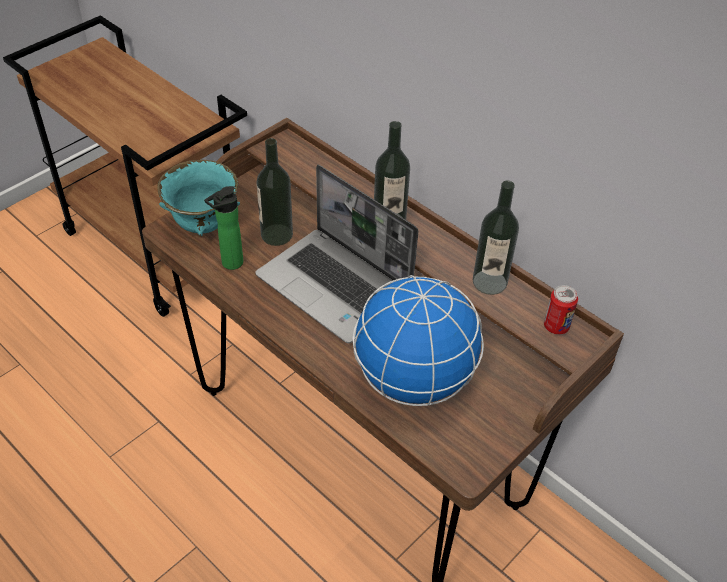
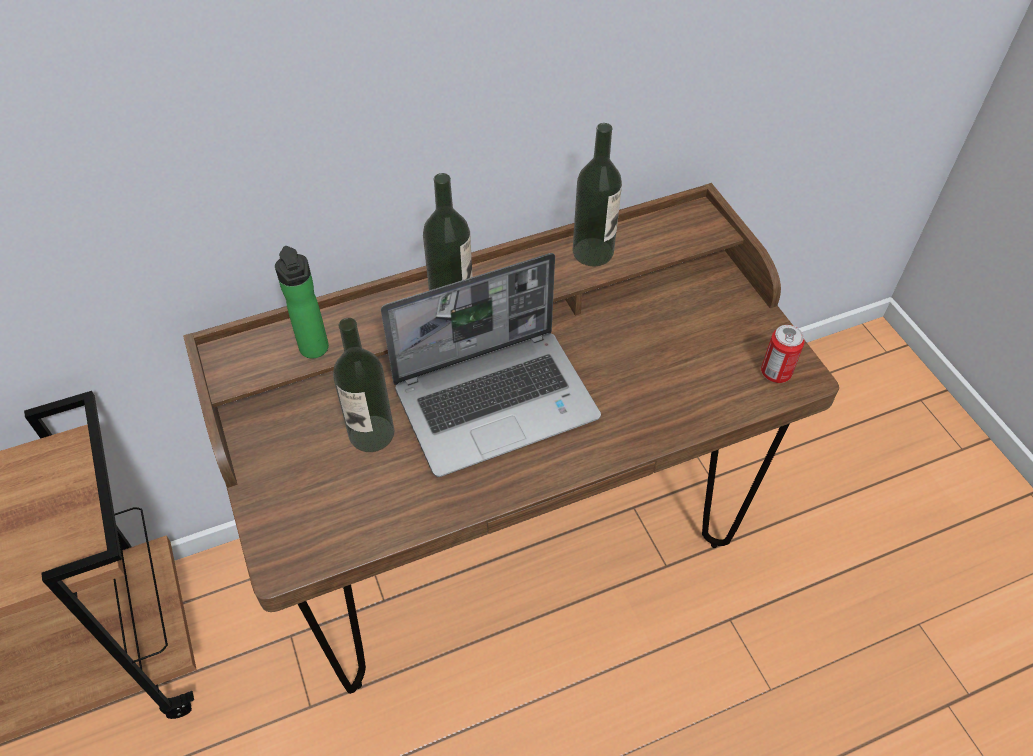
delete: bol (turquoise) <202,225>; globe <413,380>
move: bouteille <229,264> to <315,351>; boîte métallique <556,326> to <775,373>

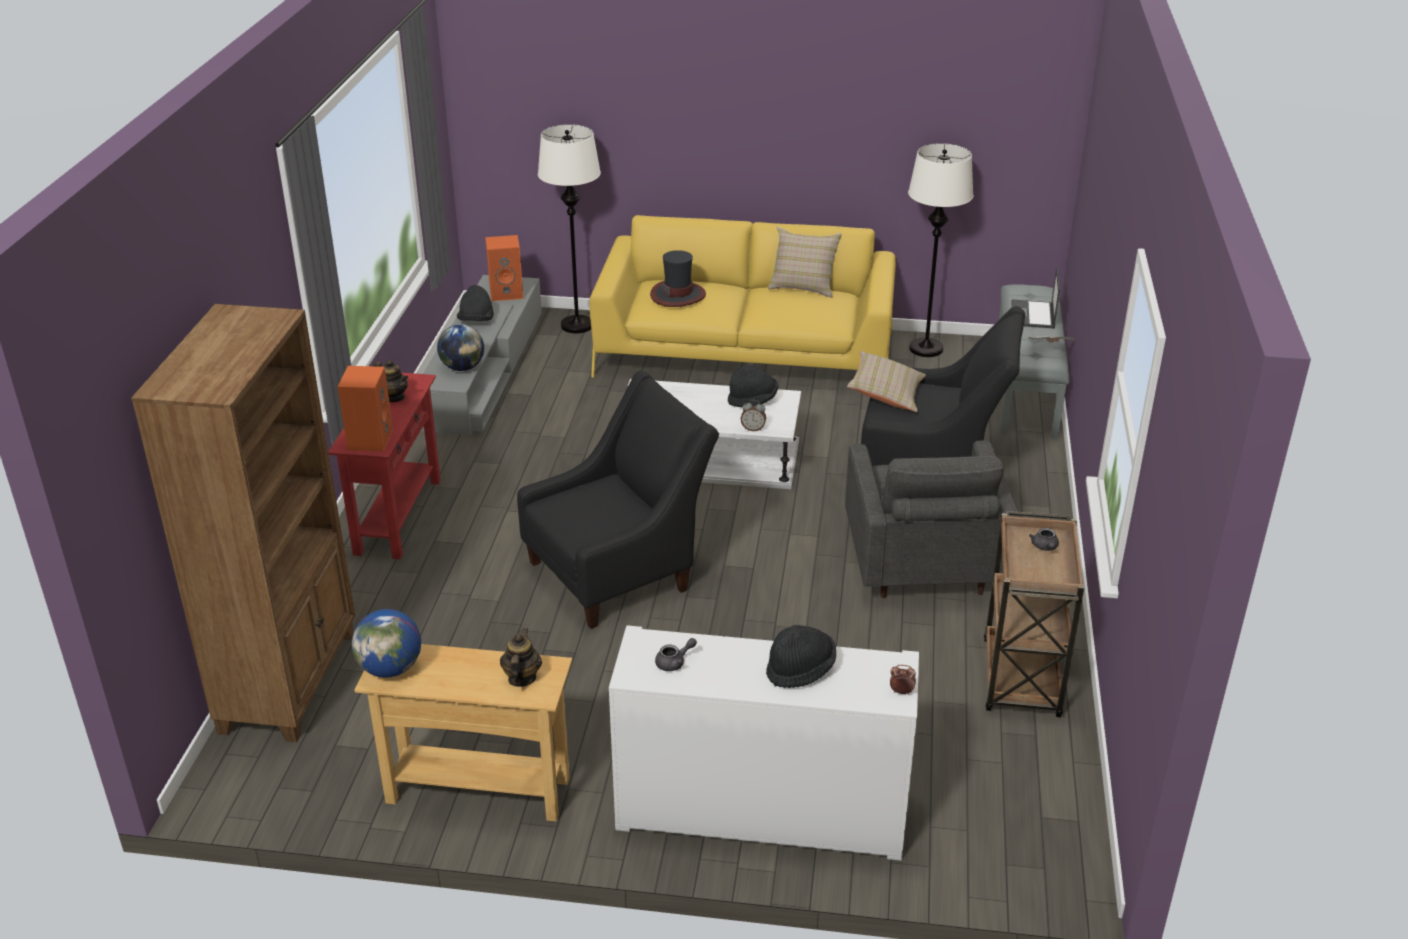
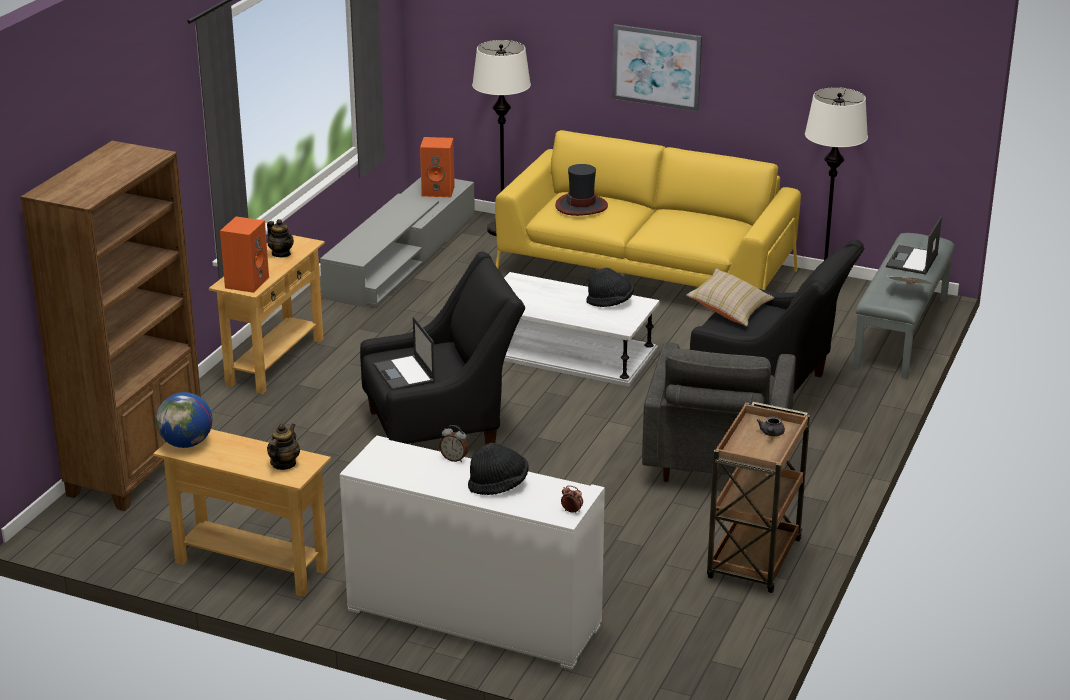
delete: globe <462,367>; chapeau (noir) <476,321>; théière (gris) <674,663>; coussin (beige) <803,286>
insert: ordinateur portable <404,374>; tableau <656,67>
move: réveil <753,429> to <454,459>
recolor: table console (rouge) <398,516> to table console (beige) <275,362>

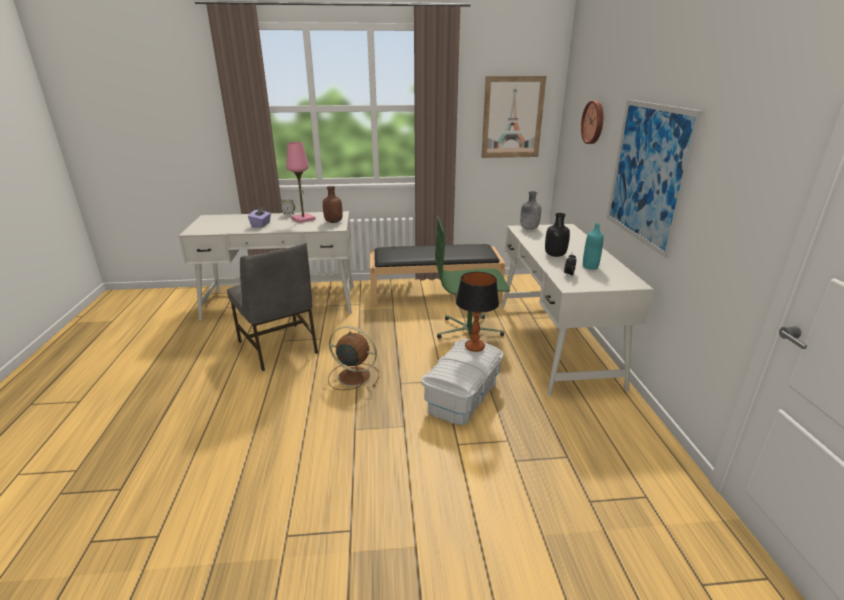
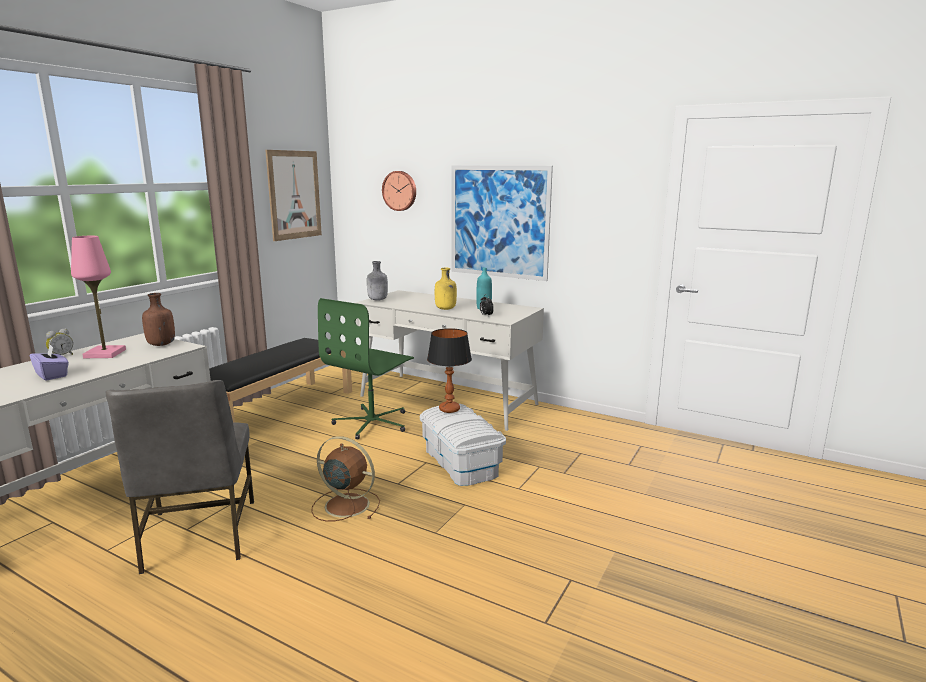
recolor: bouteille (noir) <554,255> to bouteille (jaune) <445,309>
rotate: chaise (gris) <279,347> = <198,536> 75 degrees clockwise; ventilateur (marron) <353,376> = <345,505> 60 degrees clockwise

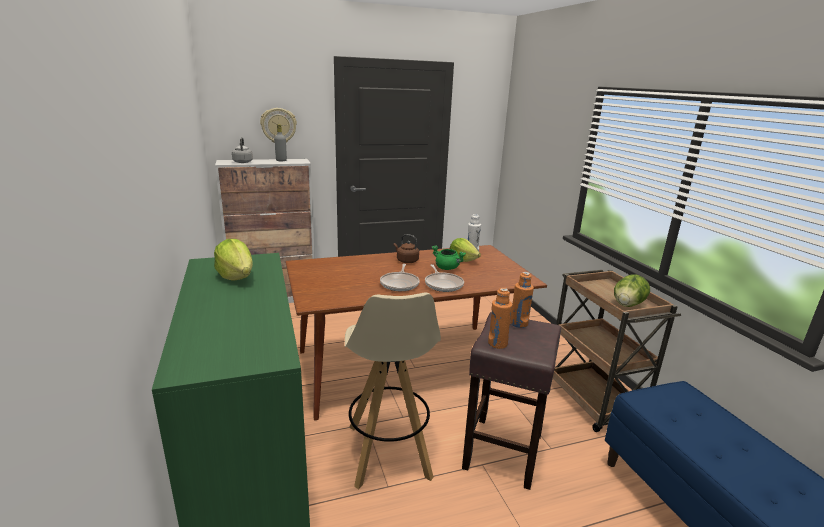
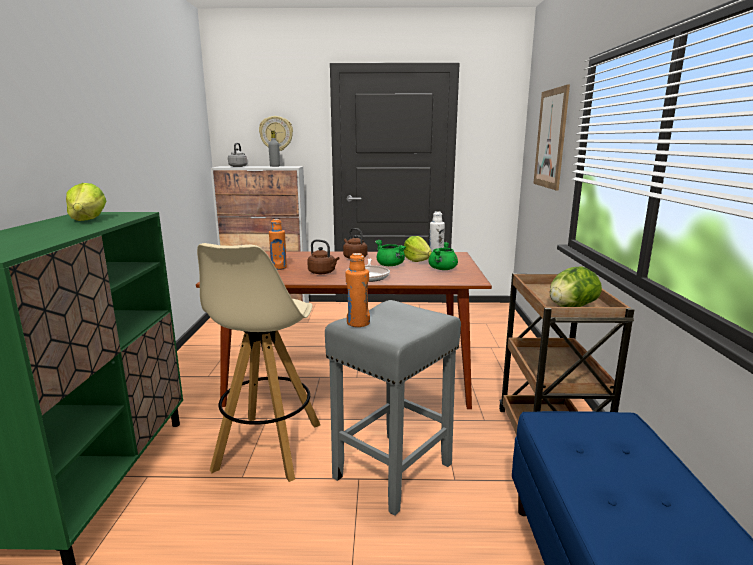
insert: marmite (vert) <442,269>; tableau <551,139>
move: bouteille (orange) <519,324> to <279,268>
replace: poêle <400,284> to bouilloire (marron) <323,273>
recolor: tabouret (marron) <503,452> to tabouret (gris) <392,472>

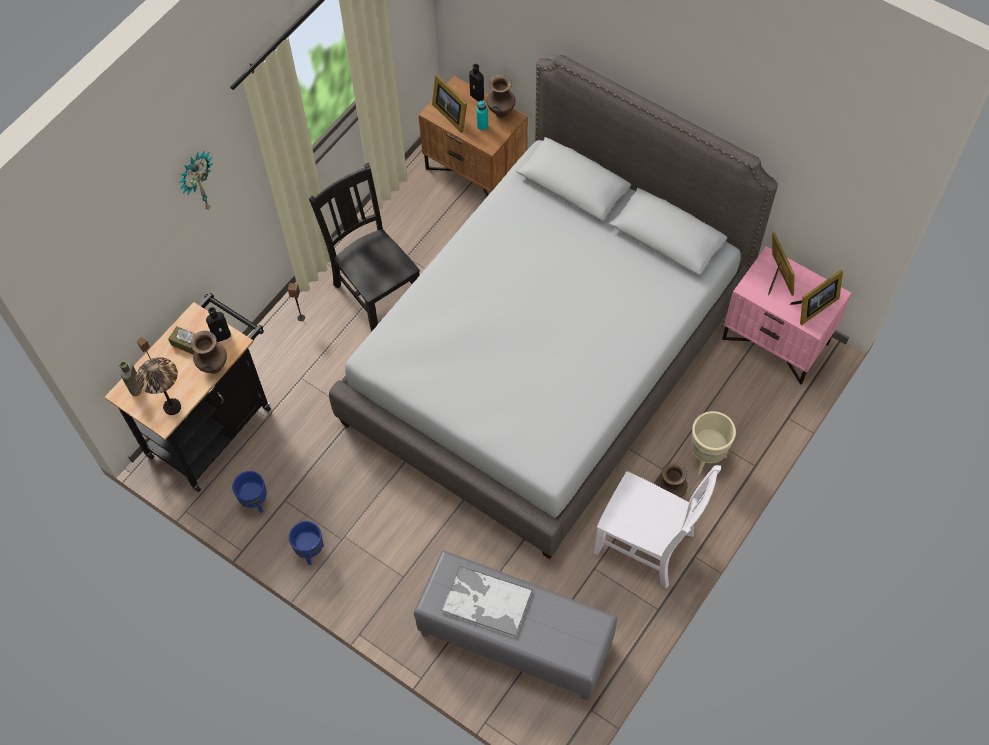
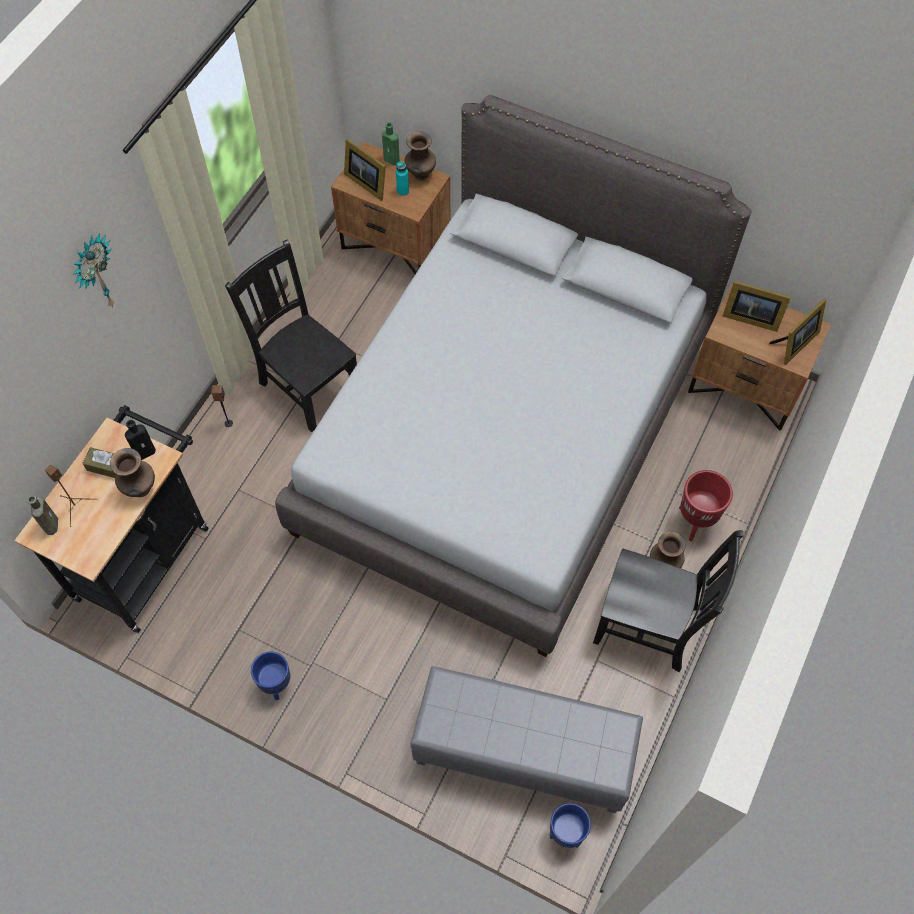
delete: lampe de table <173,407>; plateau <486,601>
move: cache-pot (bleu) <255,502> to <565,833>
recolor: bouteille (noir) <477,96> to bouteille (vert) <392,160>; chaise (blanc) <647,544> to chaise (noir) <649,626>; cache-pot (beige) <706,458> to cache-pot (rouge) <696,522>; table de chevet (rose) <776,340> to table de chevet (marron) <745,387>
rotate: cadre photo <777,277> = <749,317> 135 degrees clockwise

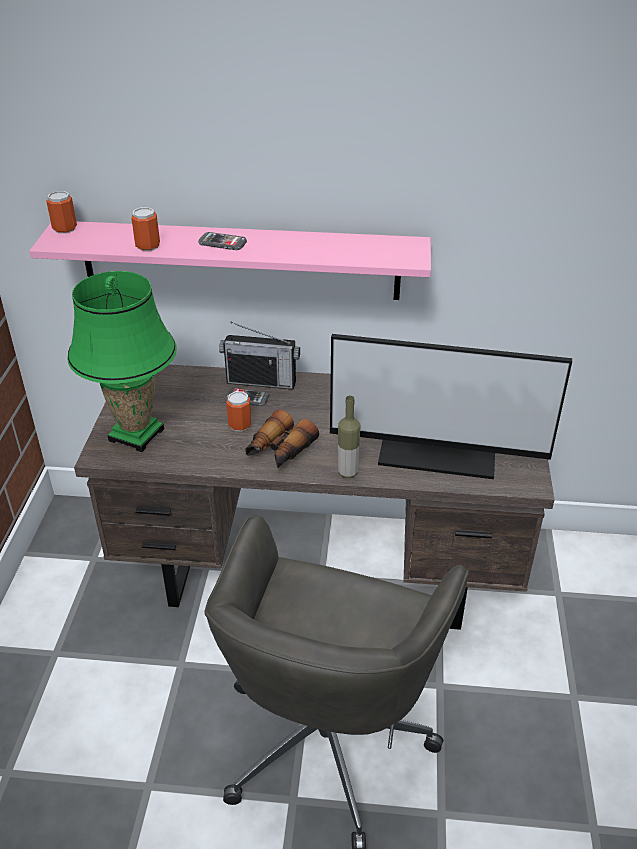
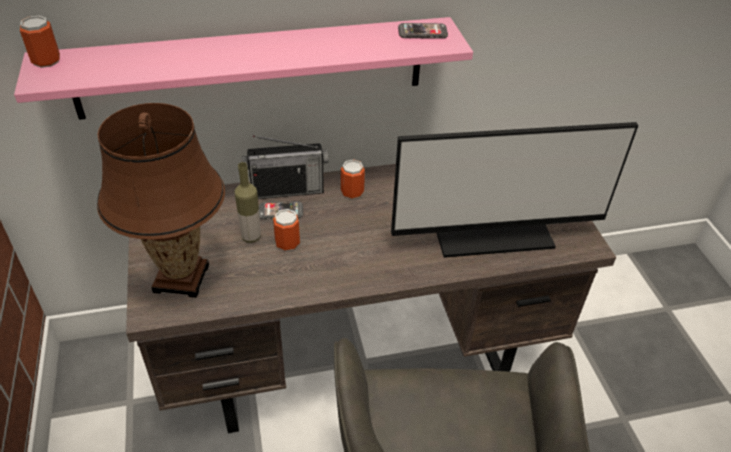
delete: jumelles <279,450>
move: boîte métallique <148,246> to <352,192>; téléphone <222,243> to <422,33>; bouteille <347,473> to <251,237>
recolor: lampe de table (vert) <136,434> to lampe de table (marron) <181,278>

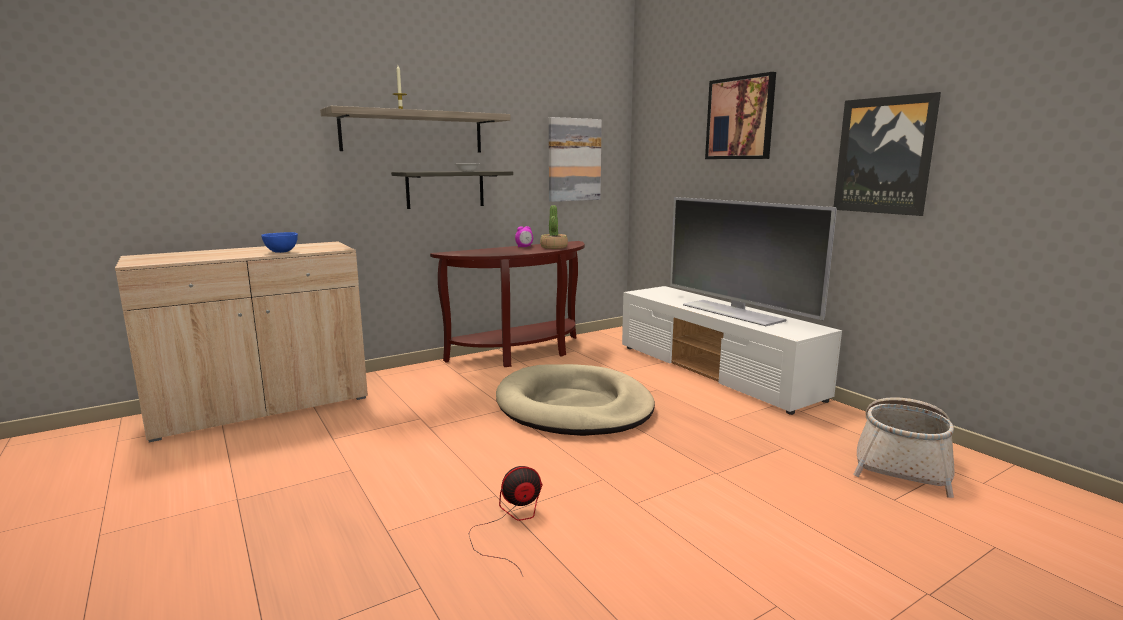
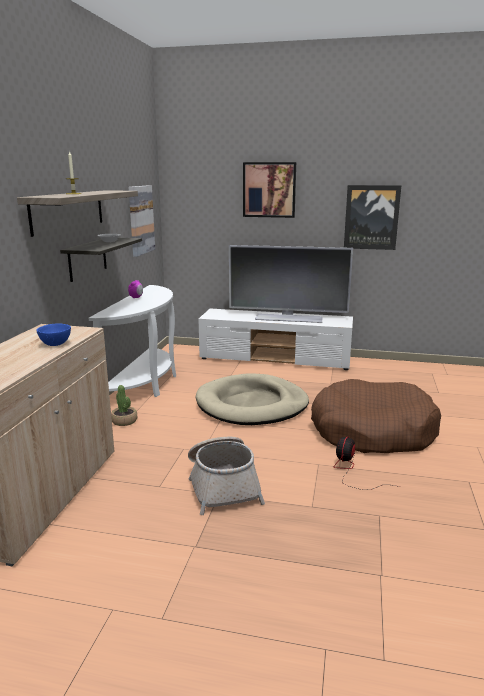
insert: panier pour chien (marron) <372,431>
move: plante en pot <554,247> to <124,421>; panier <902,462> to <222,485>
recolor: table console (marron) <522,353> to table console (blanc) <146,384>

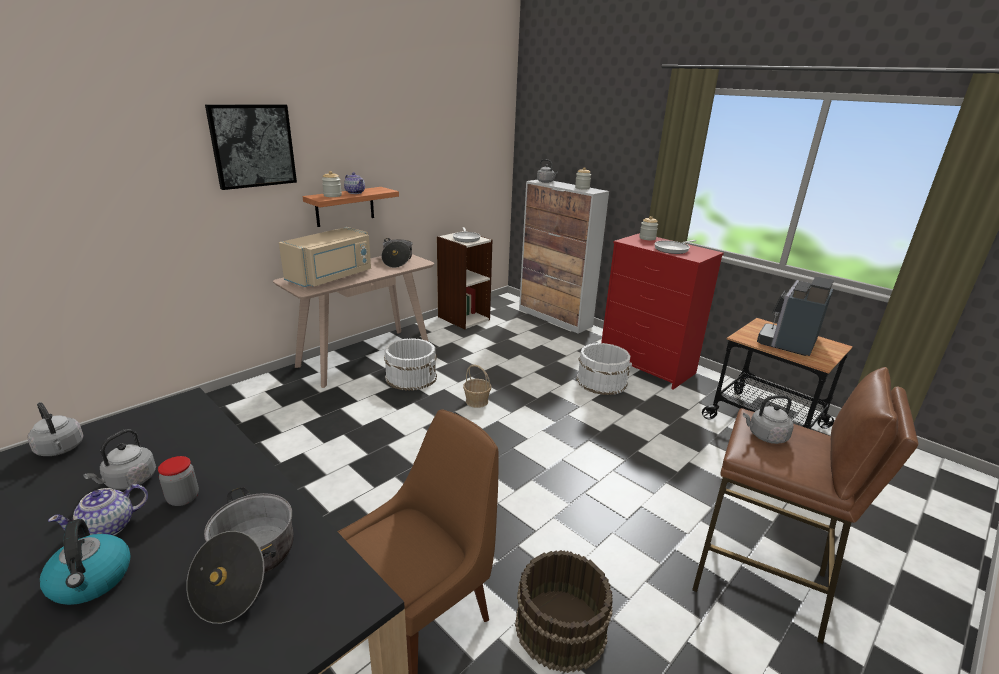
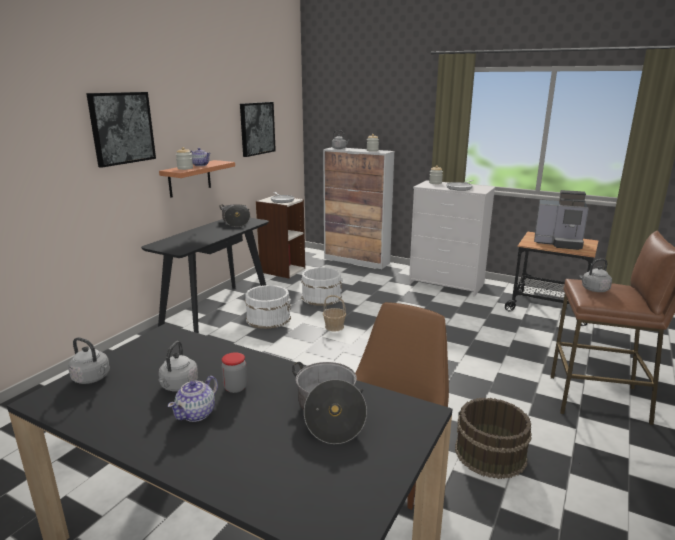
delete: bouilloire <92,580>; micro-ondes (beige) <332,277>
insert: tableau <257,128>
move: seau (blanc) <601,381> to <321,297>
recolor: table console (beige) <365,356> to table console (noir) <216,309>; commode (rouge) <647,366> to commode (blanc) <447,284>
rotate: machine à café <789,342> = <559,243> 90 degrees counterclockwise

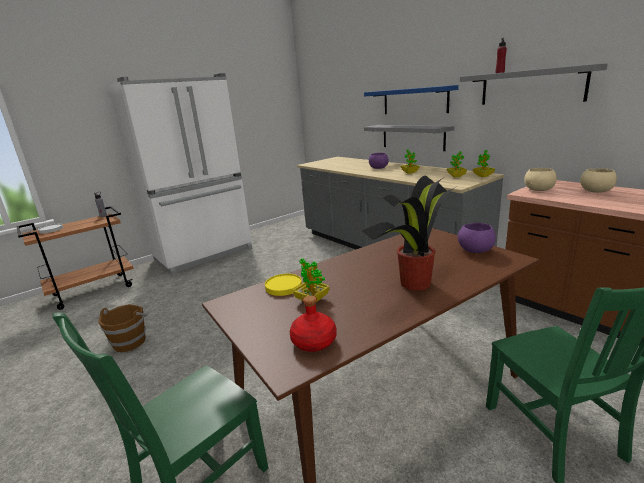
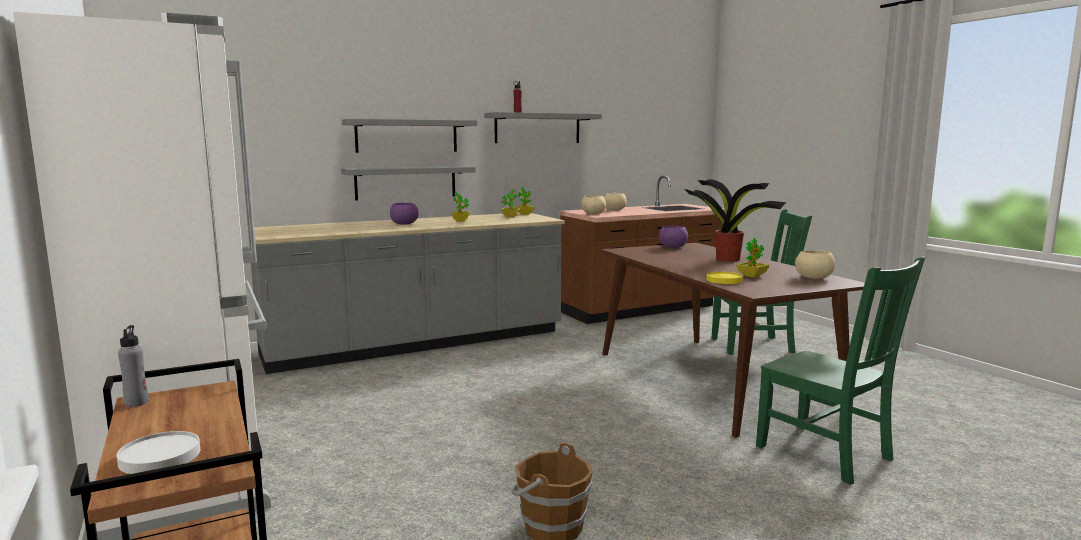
replace: bouteille (rouge) <314,342> to bol (beige) <814,277>
recolor: étagère (bleu) <414,101> to étagère (gris) <407,136>

